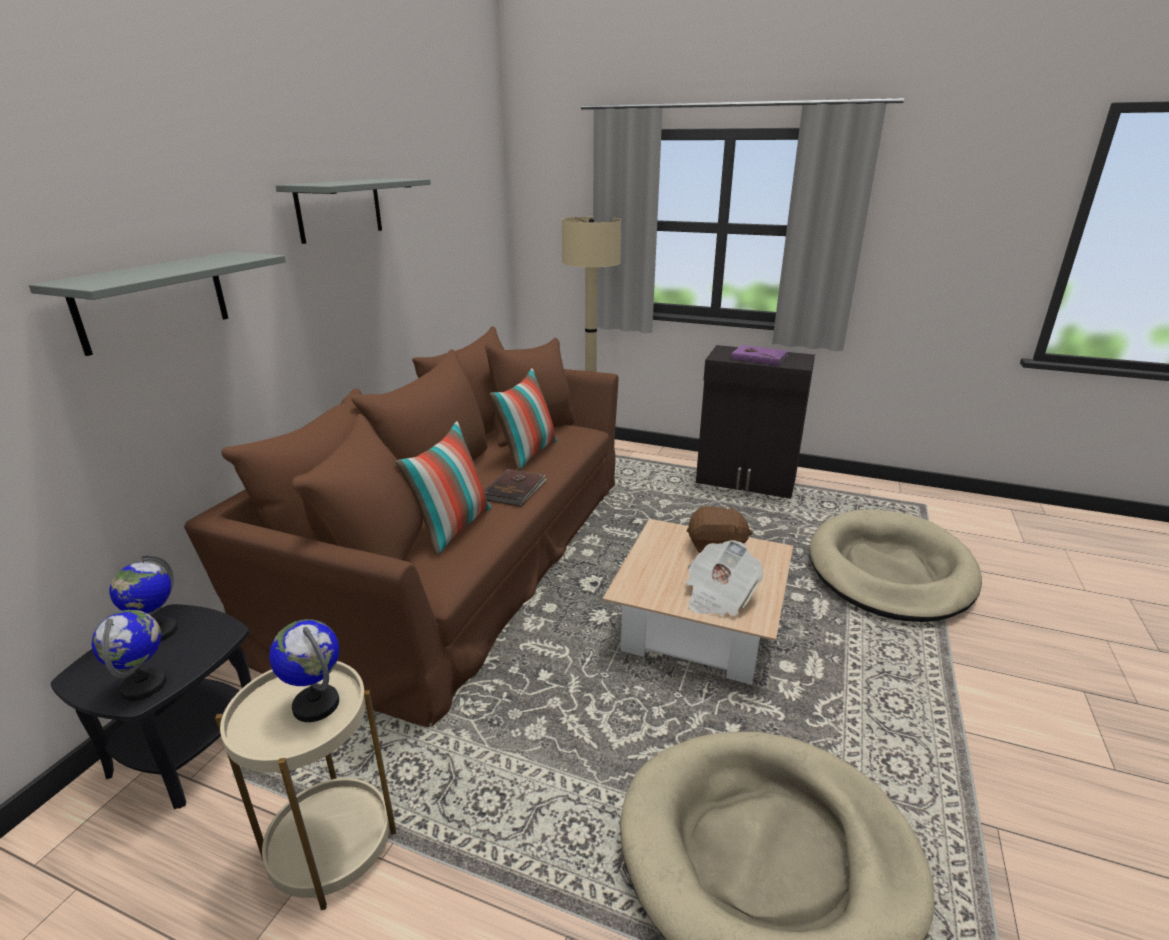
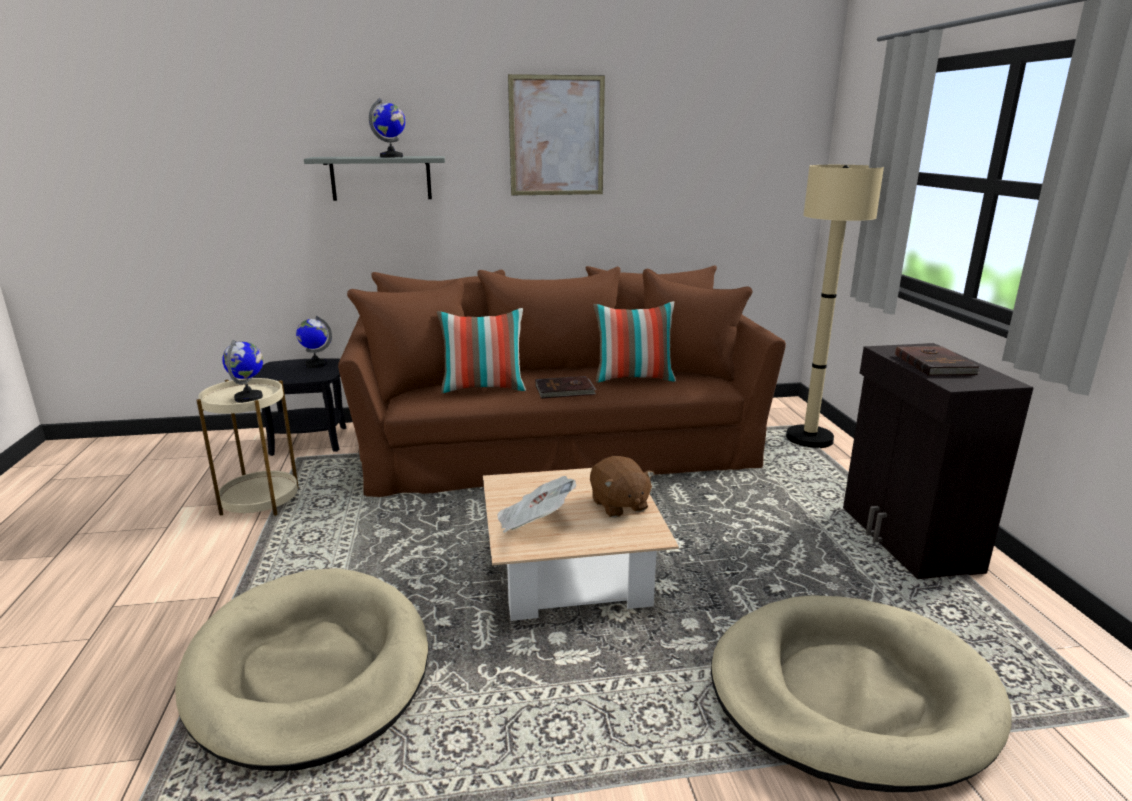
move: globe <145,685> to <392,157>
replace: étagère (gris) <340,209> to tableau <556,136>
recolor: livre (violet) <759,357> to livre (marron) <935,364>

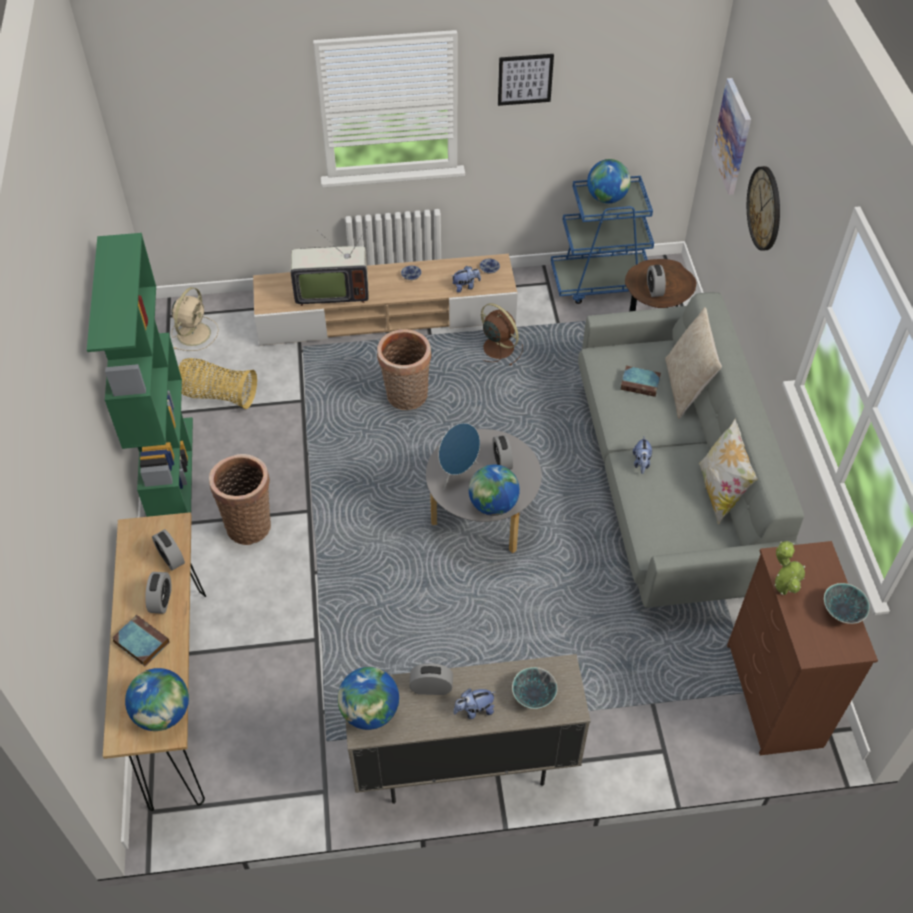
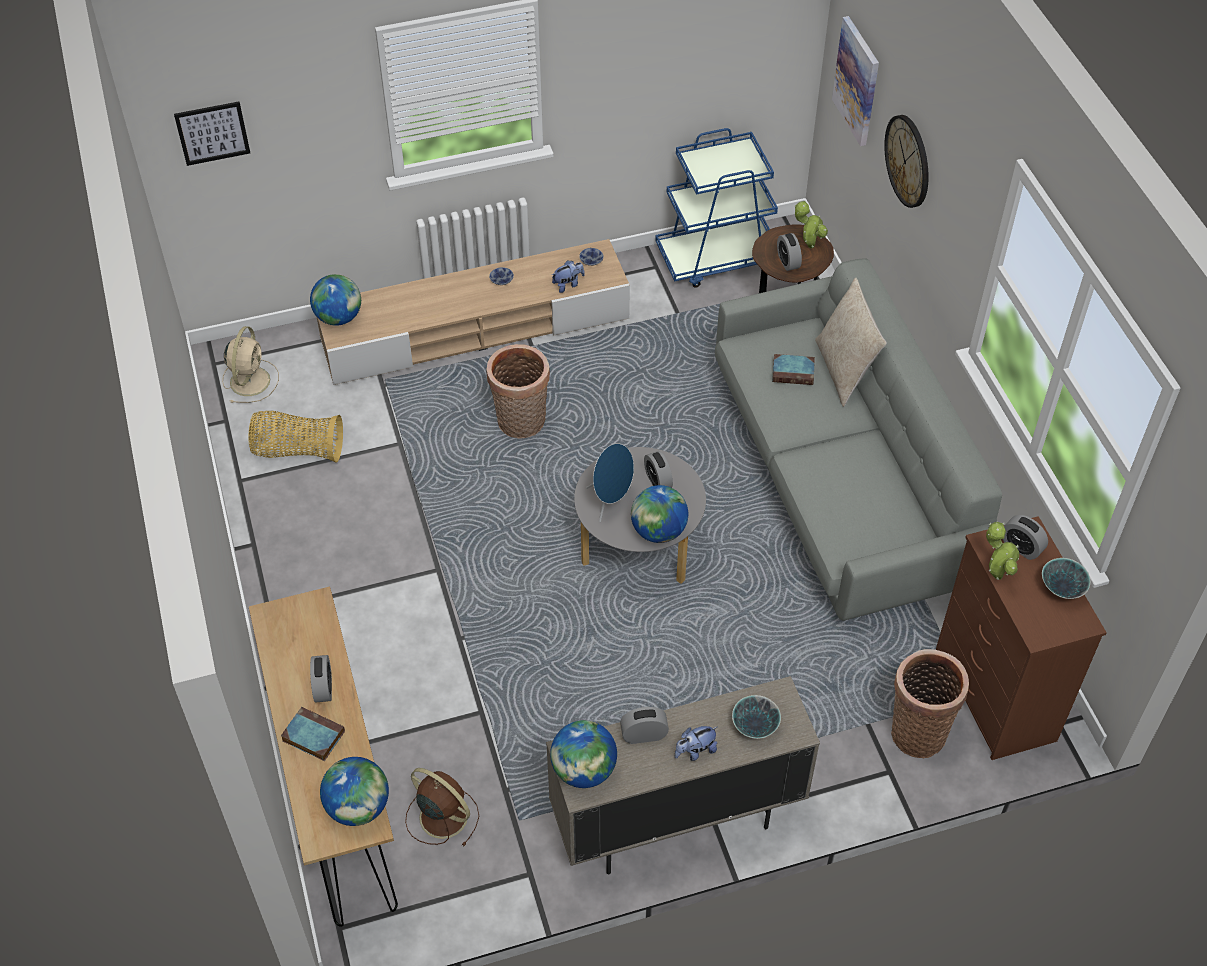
delete: bibliothèque (vert) <171,471>; téléviseur <331,292>; peluche <641,463>; coussin <720,492>
insert: plante en pot <808,245>
move: réveil <171,558> to <1021,547>; panier <249,523> to <917,730>; ventilateur (marron) <497,347> to <441,815>; tableau <525,79> to <212,133>; globe <606,198> to <338,317>

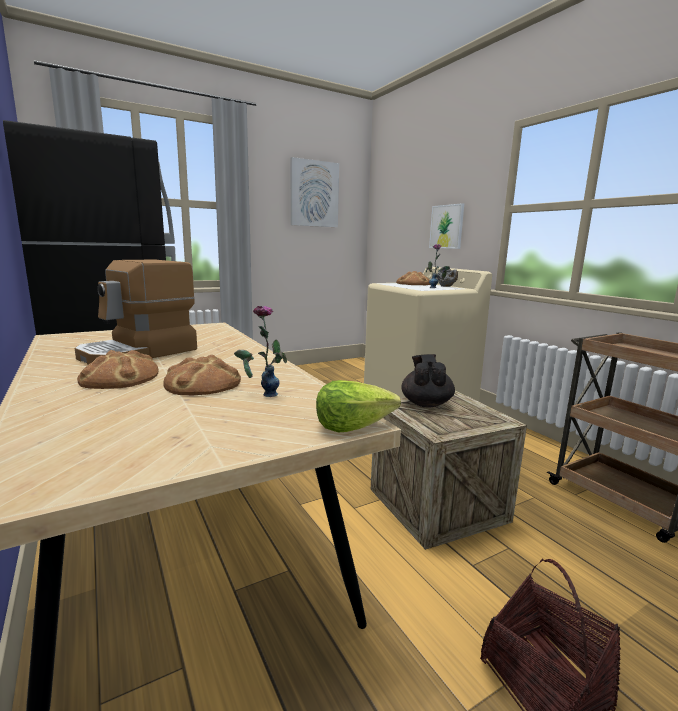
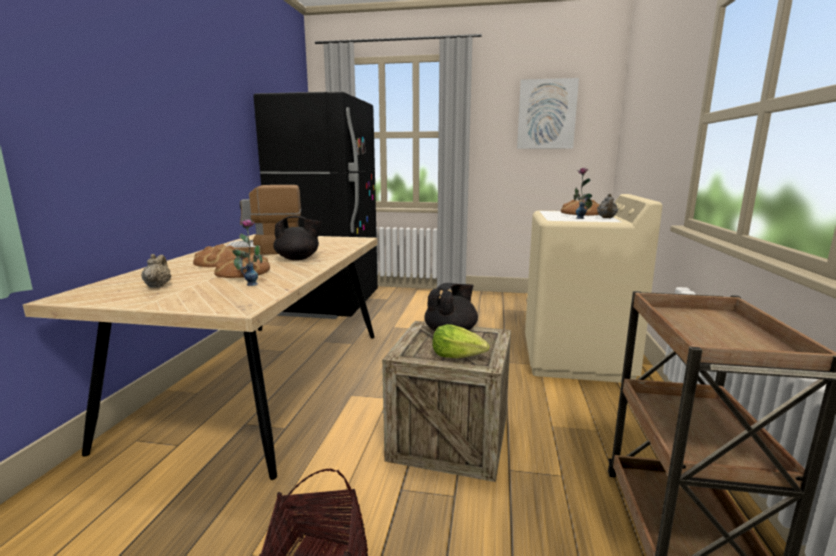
delete: tableau <446,226>
insert: théière (beige) <158,286>; théière (noir) <298,259>
move: laitue <353,426> to <458,356>

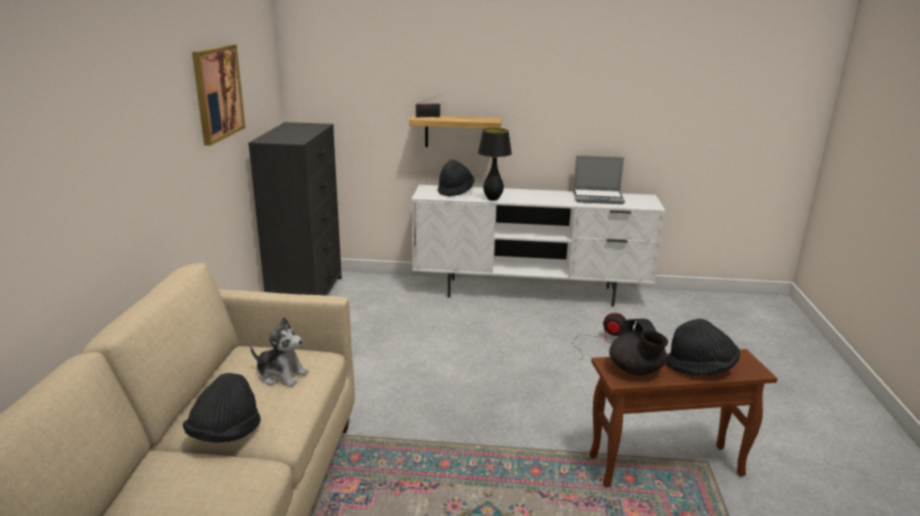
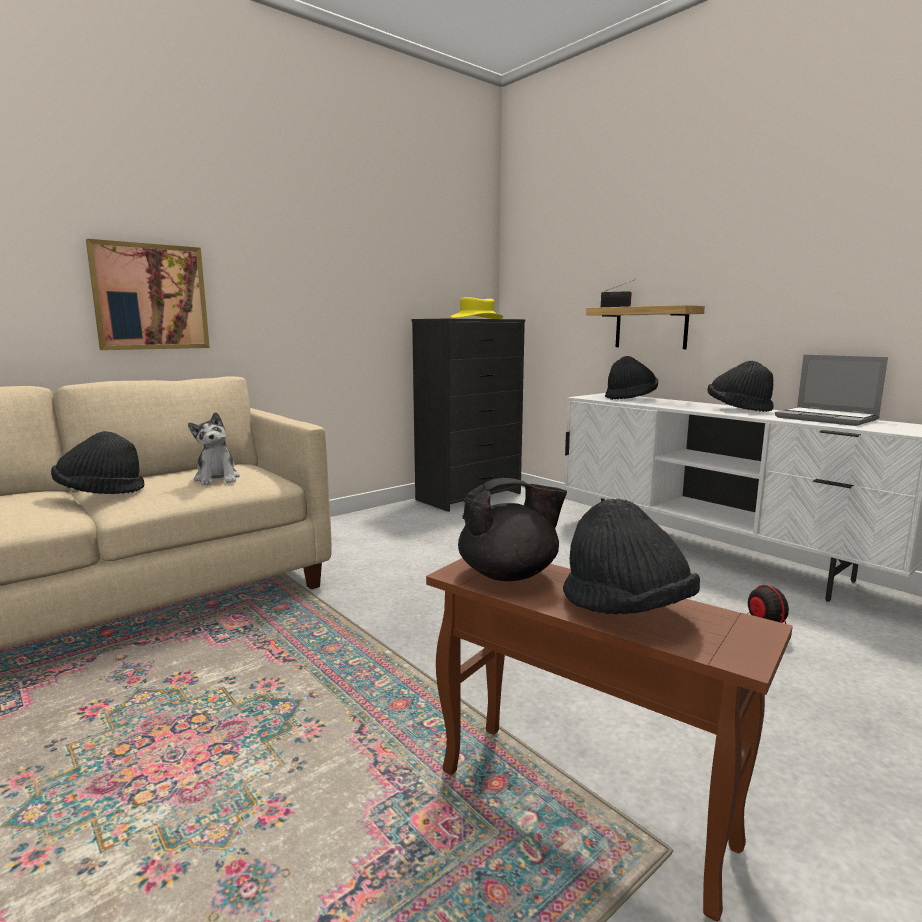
delete: lampe de table (noir) <493,199>
insert: chapeau (jaune) <476,318>; chapeau (noir) <738,409>
move: tableau <217,93> to <150,297>
rotate: théière (noir) <636,370> = <510,574> 135 degrees counterclockwise

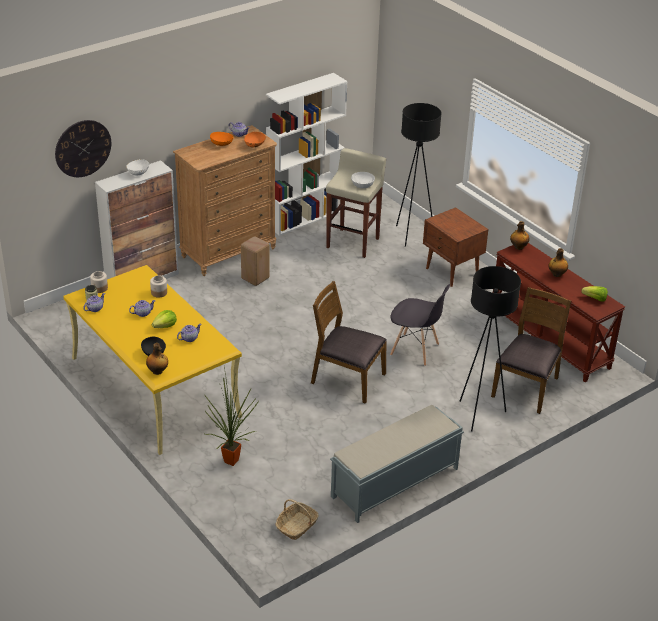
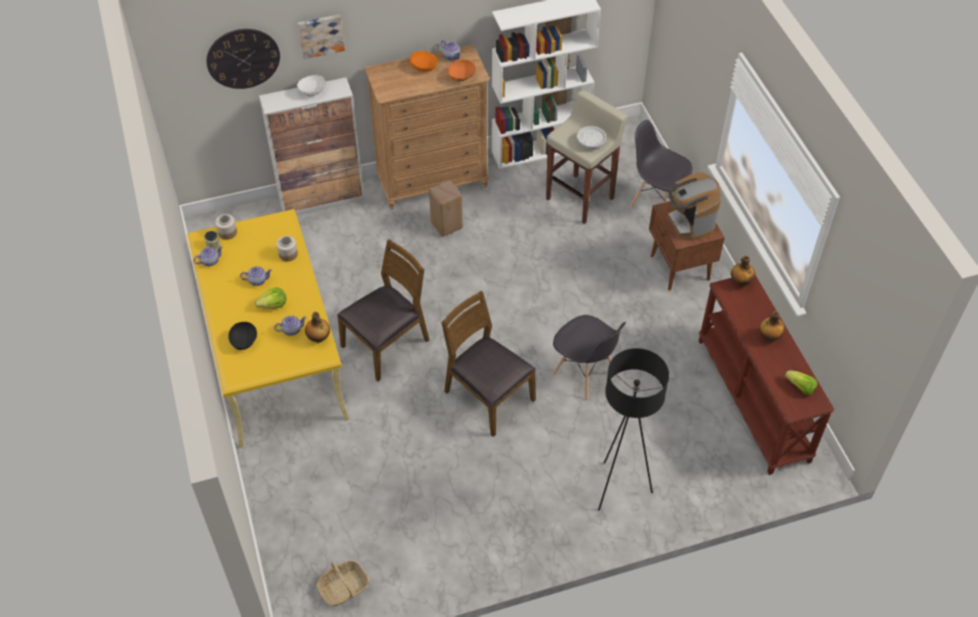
delete: plante en pot <233,460>; banc (gris) <394,483>
insert: tableau <321,35>; machine à café <690,222>
move: bouteille <157,371> to <318,338>; chaise (marron) <526,387> to <386,344>
replace: lampadaire (noir) <412,235> to chaise (gris) <656,202>

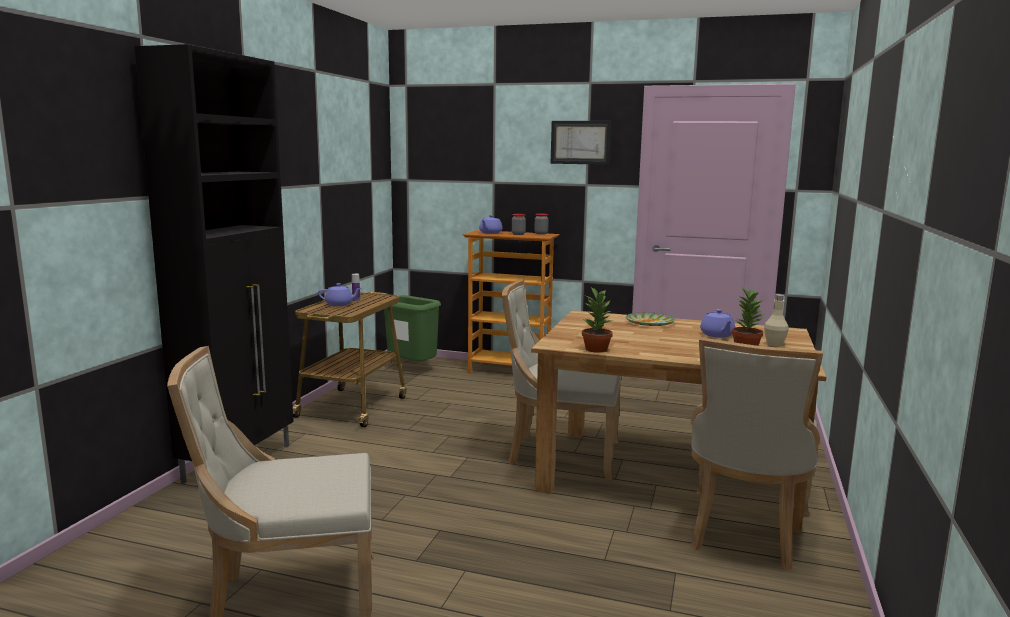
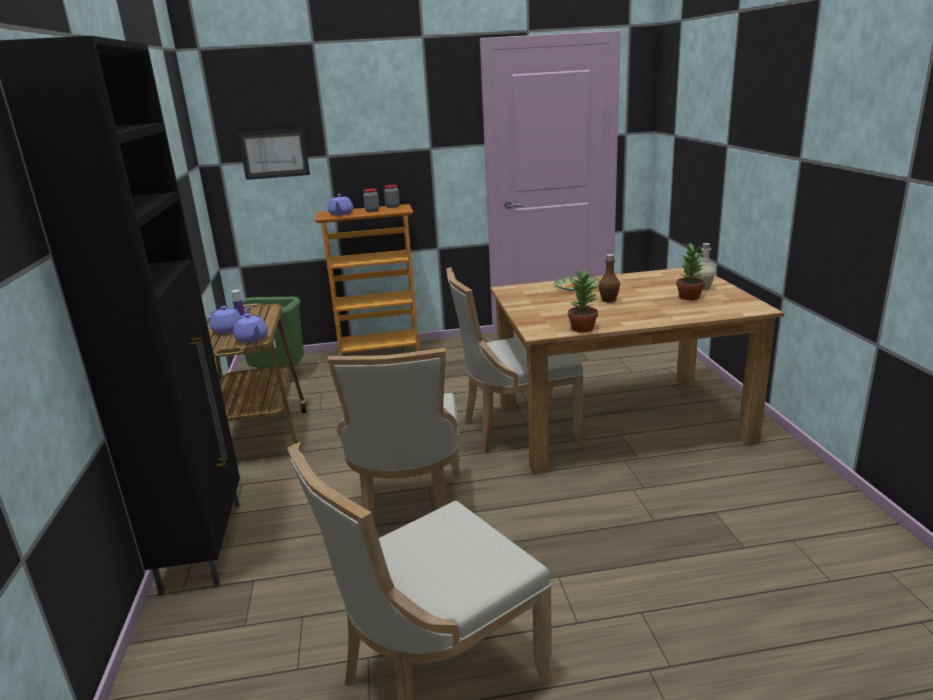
insert: bouteille (marron) <609,300>
move: tableau <580,142> to <274,154>; chaise (beige) <745,532> to <409,513>; théière (violet) <717,335> to <252,339>

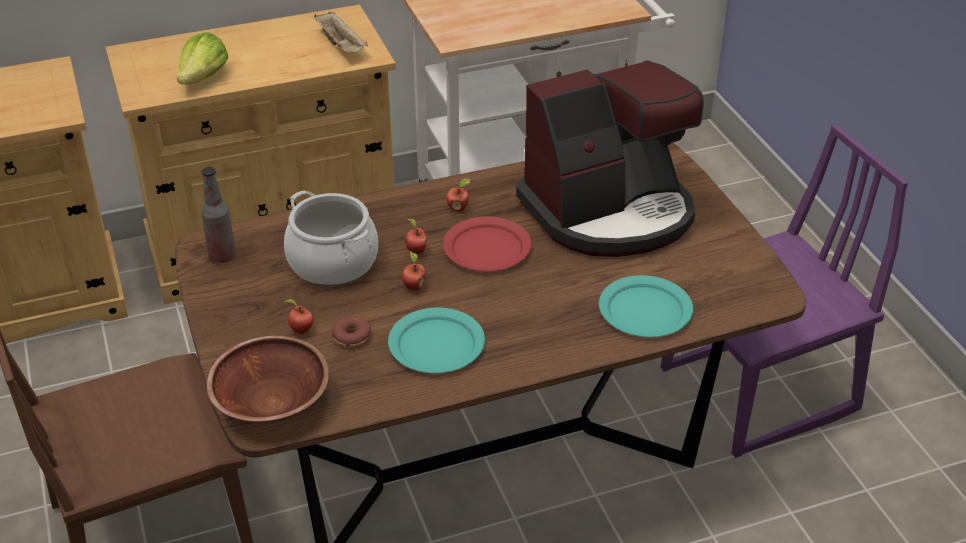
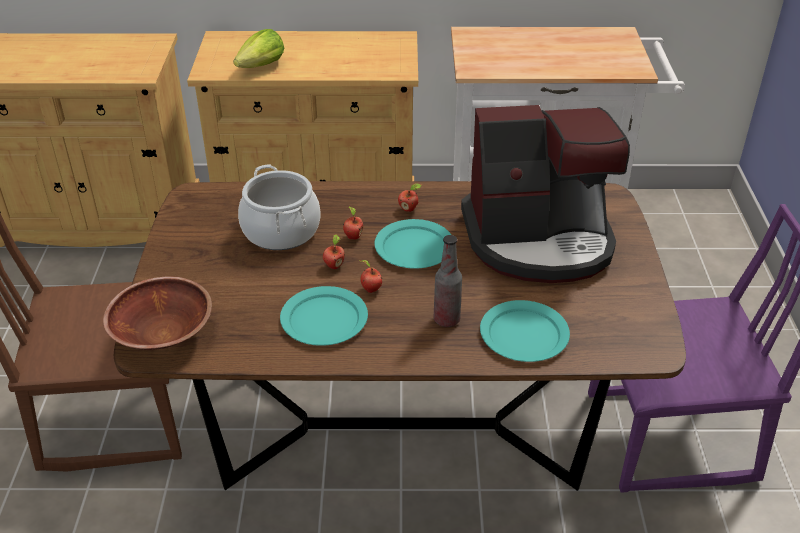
delete: plateau (beige) <341,45>; beignet <351,336>
move: bouteille <222,256> to <446,320>; pomme <300,330> to <370,289>
recolor: assiette (rouge) <487,247> to assiette (turquoise) <414,247>

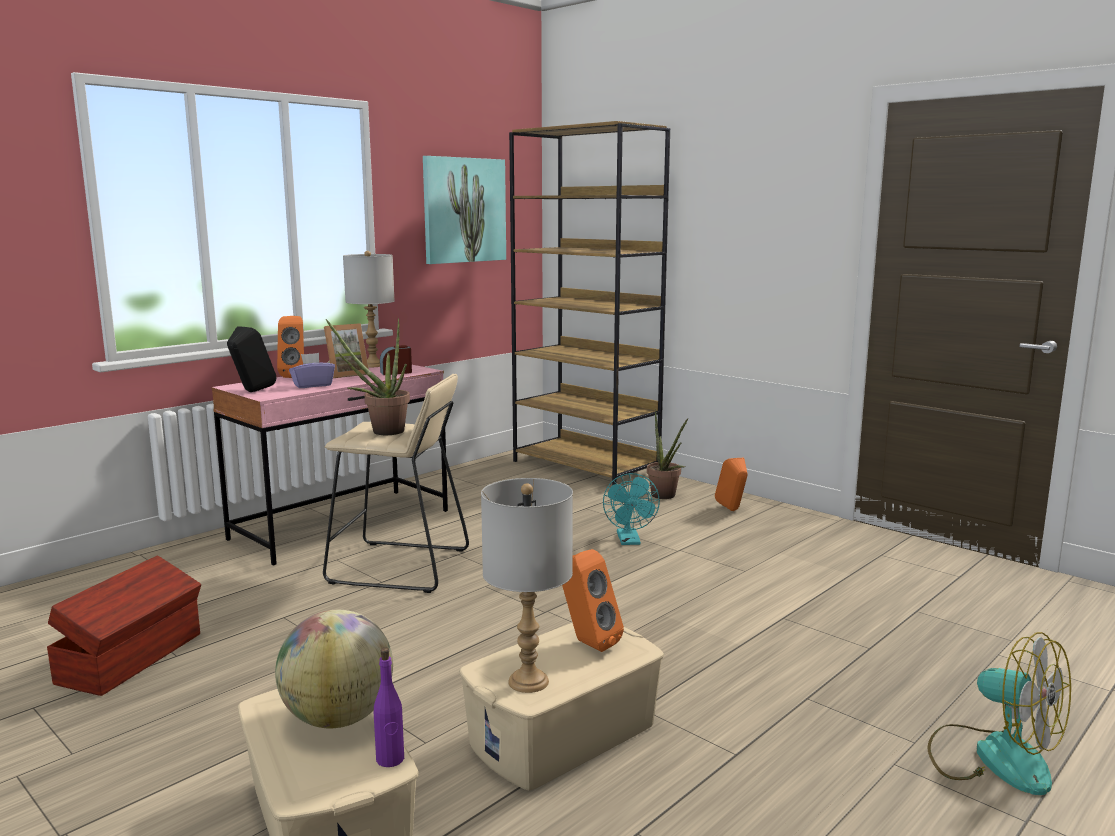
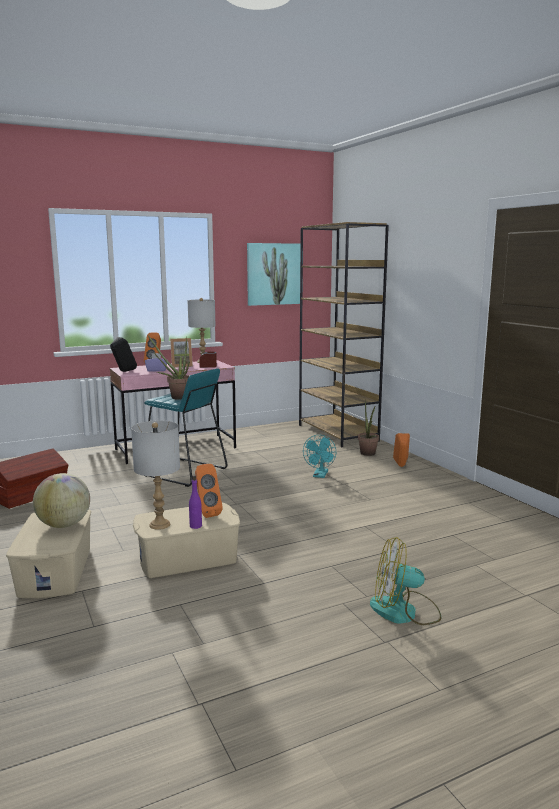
move: bouteille (violet) <390,759> to <195,526>
recolor: tabouret (beige) <399,567> to tabouret (turquoise) <184,472>
rotate: ventilateur <993,757> = <404,611> 120 degrees clockwise

